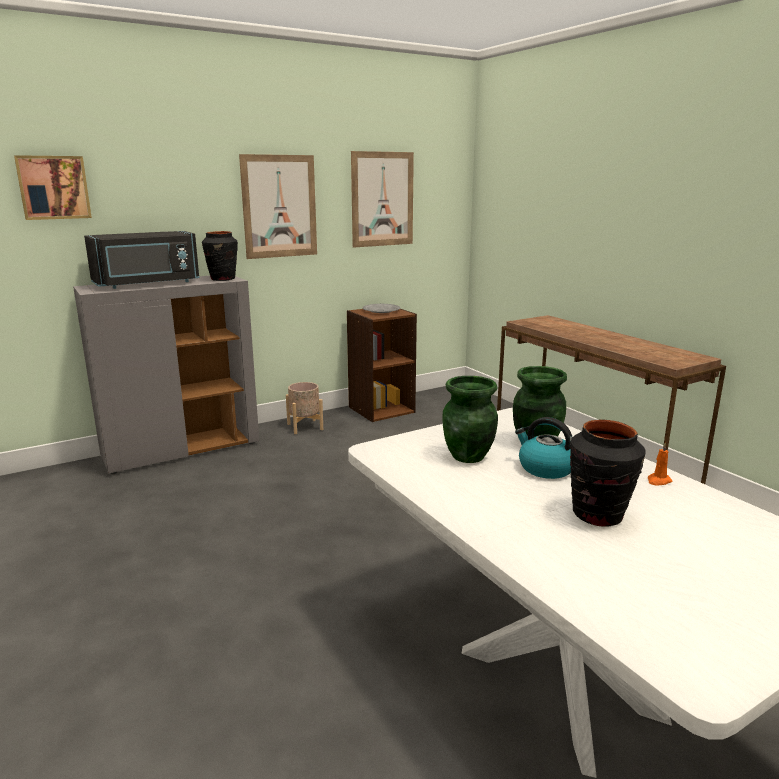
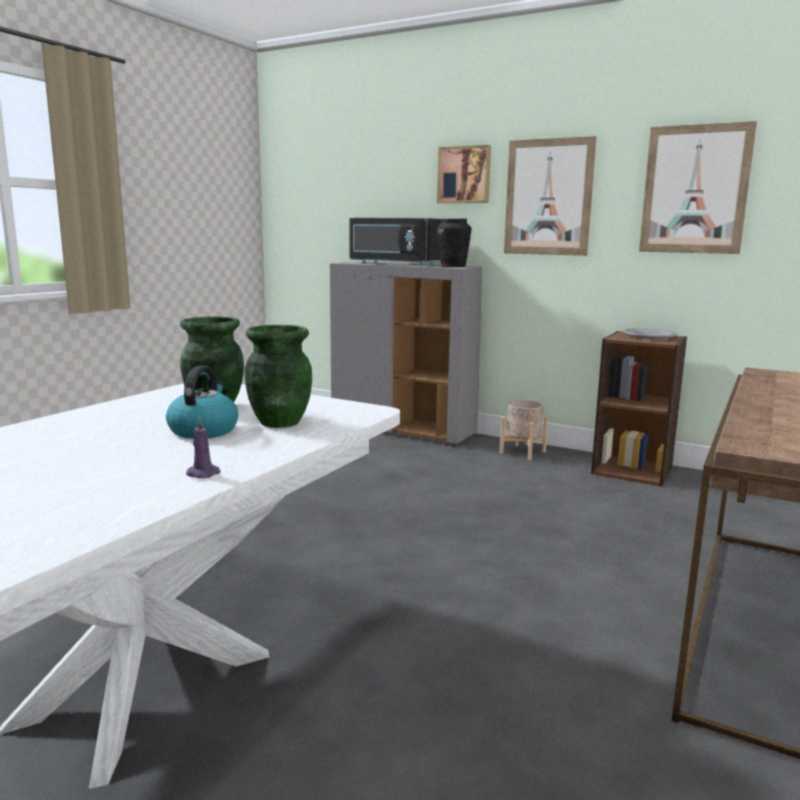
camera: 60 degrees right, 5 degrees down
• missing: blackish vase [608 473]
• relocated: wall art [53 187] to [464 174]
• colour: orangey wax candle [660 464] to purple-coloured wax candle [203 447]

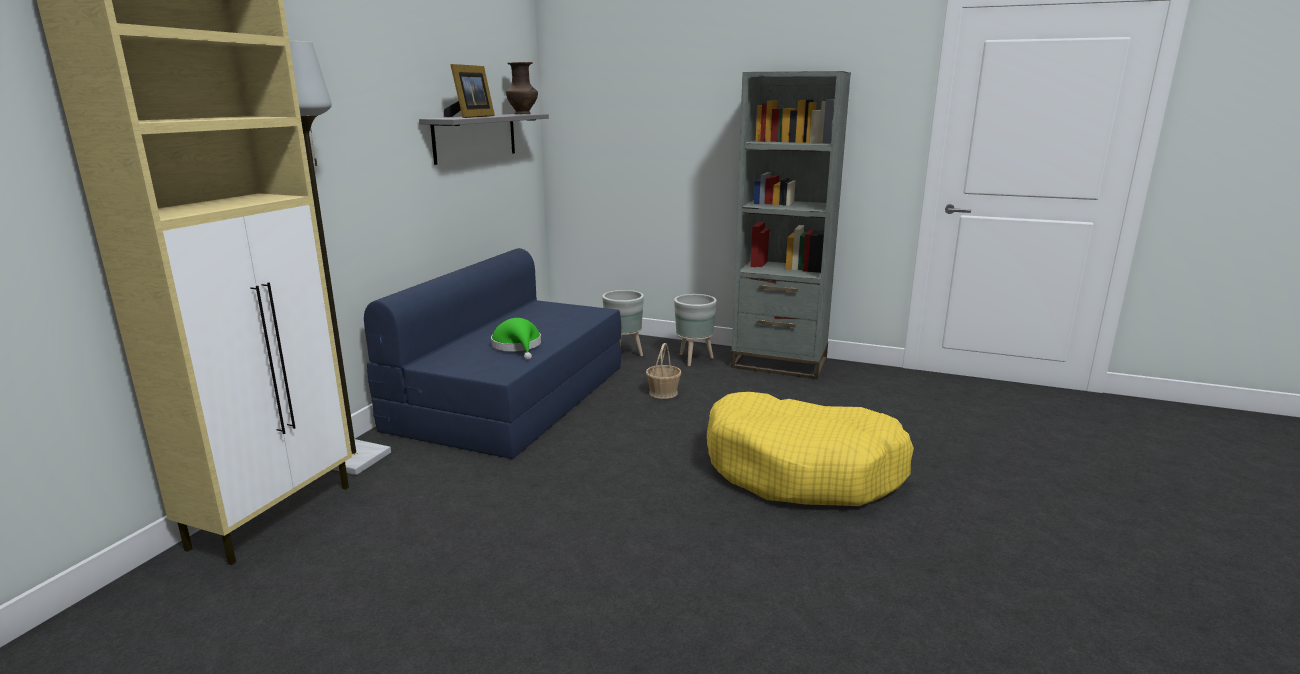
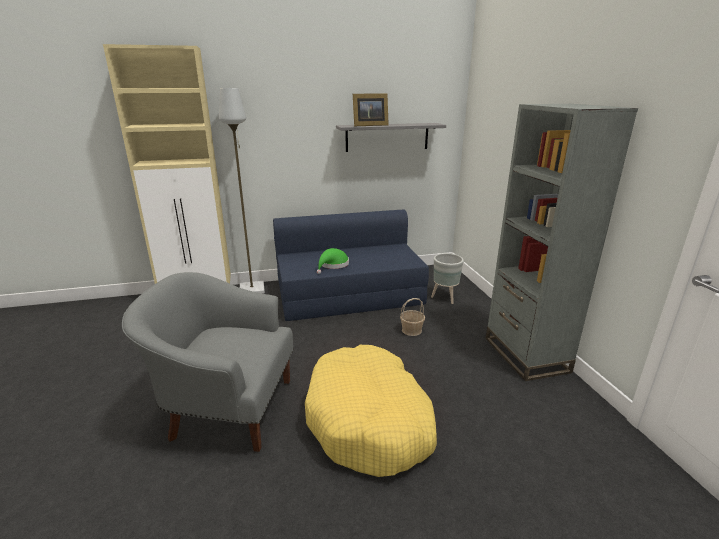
camera: 55 degrees right, 5 degrees up
• missing: brown vase [522 88]
• missing: gray plant pot [695 330]
• appeared: gray armchair [208 362]

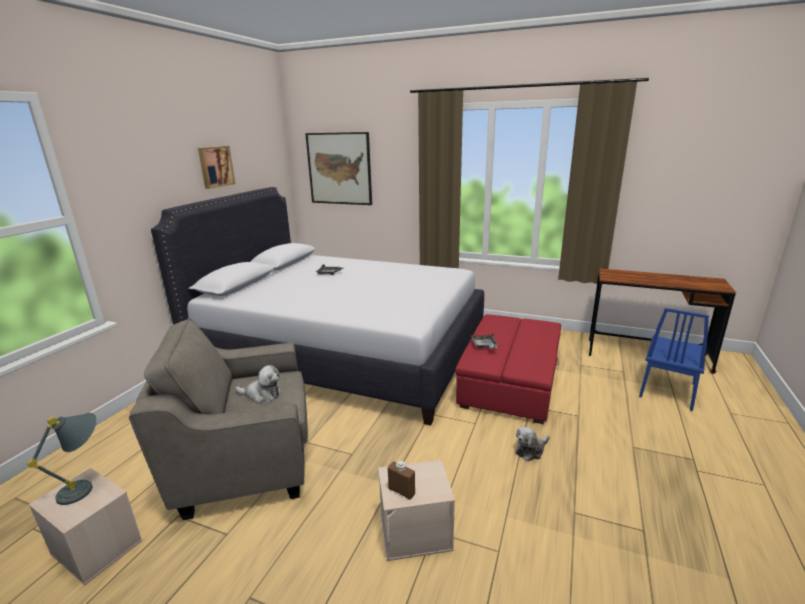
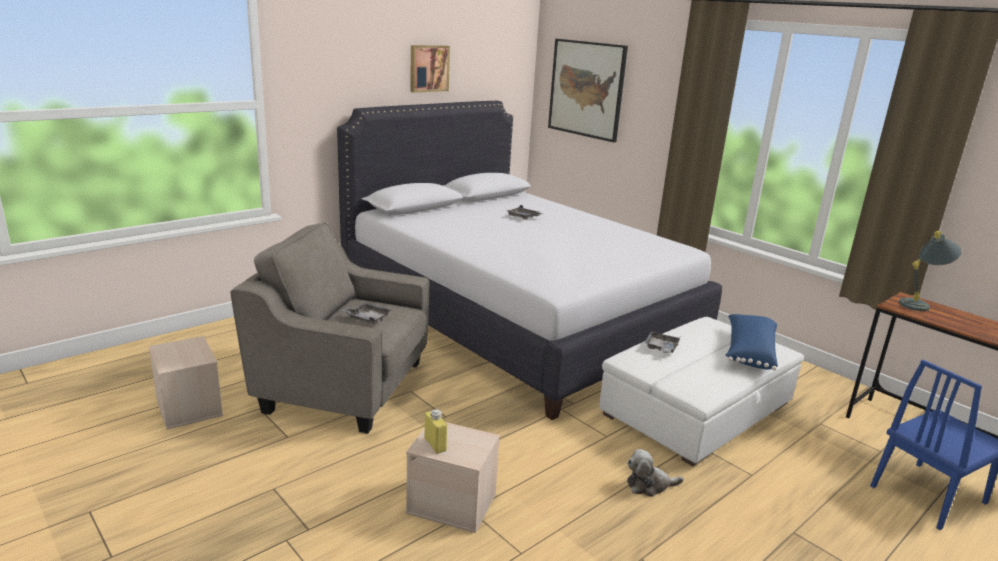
camera: 25 degrees right, 0 degrees up
• appeared: blue-coloured throw pillow [752 342]
• relocated: gray lamp for a table [62 459] to [930 271]
• exchanged: plush toy [258 384] to gray serving tray [366 313]
• colour: brown beverage bottle [401 480] to yellowish beverage bottle [435 431]
• colour: reddish ottoman [508 369] to white-coloured ottoman [701 391]

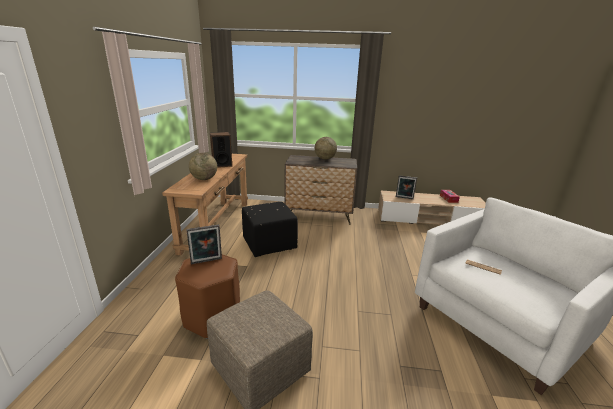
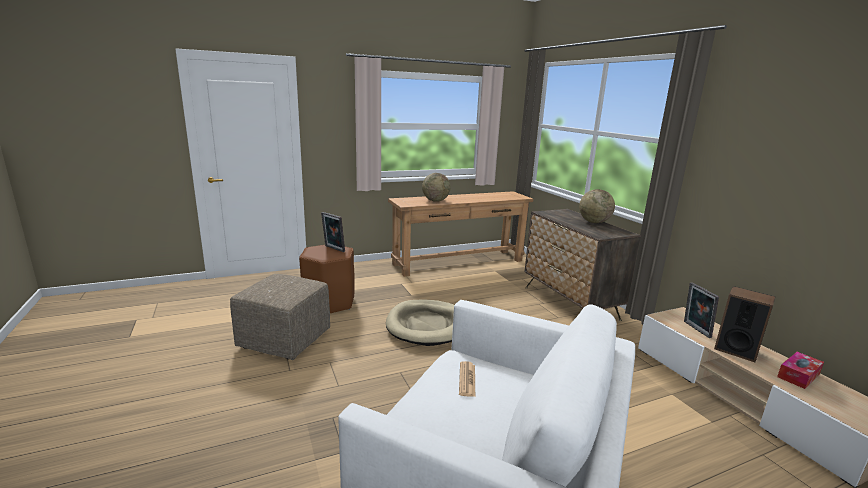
camera: 60 degrees right, 5 degrees down
• missing: blackish ottoman [270 229]
• appeared: beige-coloured dog cushion [420 323]
• relocated: audio speaker [221 150] to [744 324]

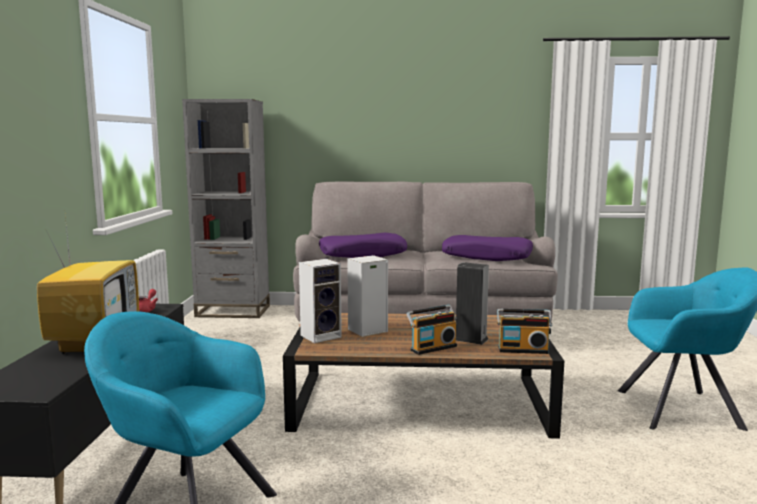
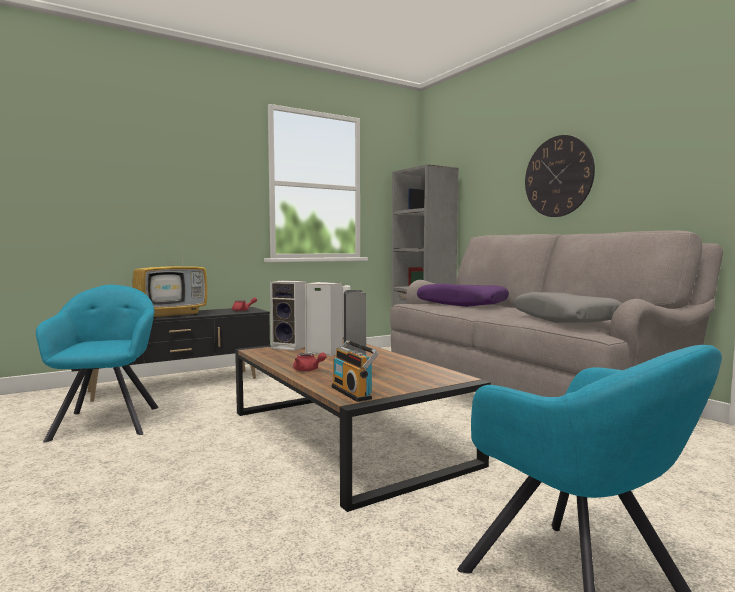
camera: 55 degrees right, 5 degrees down
• appeared: clock on the wall [560 176]
• exchanged: radio receiver [431 330] to reddish teapot [309 361]
• colour: purple-coloured throw pillow [487 248] to gray throw pillow [568 307]

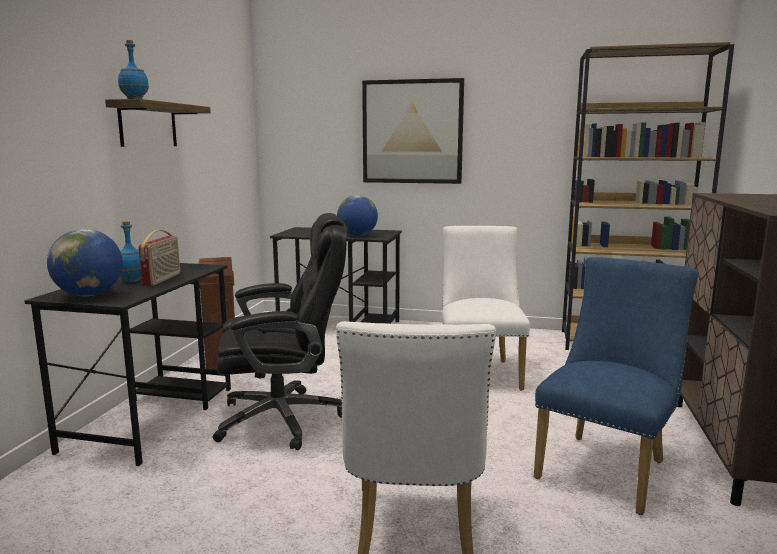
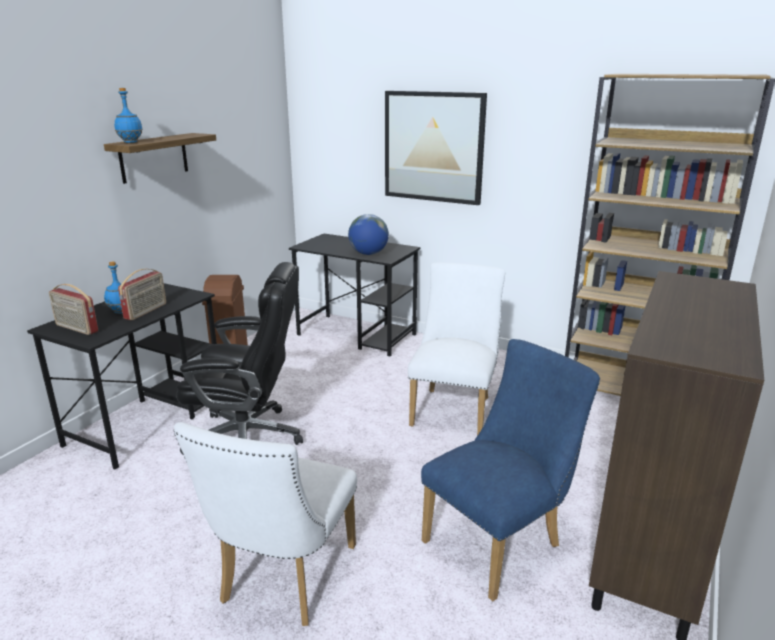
camera: 15 degrees right, 10 degrees up
• exchanged: globe [85 262] to radio receiver [73 309]

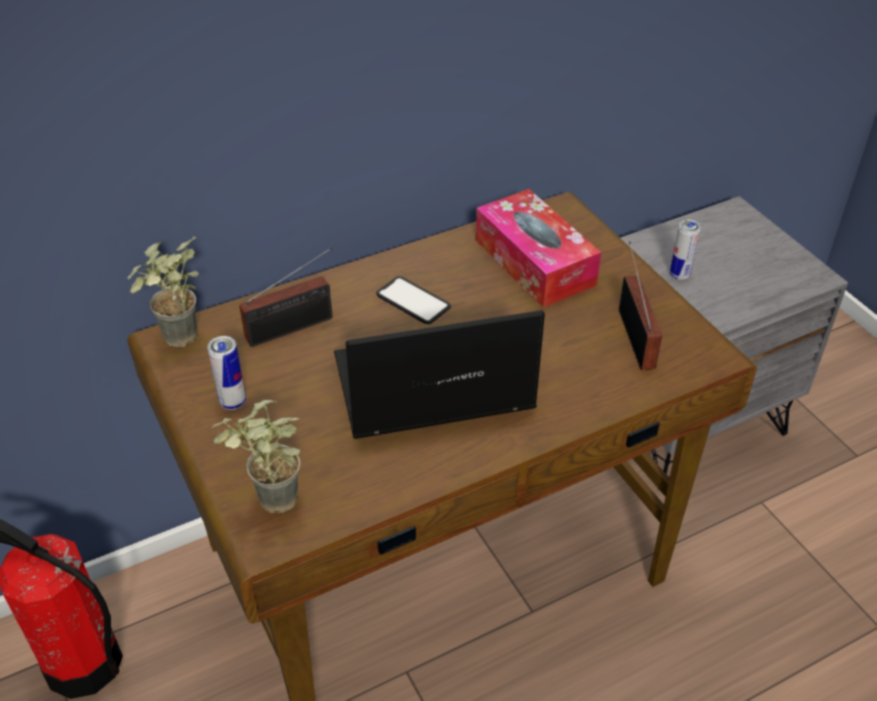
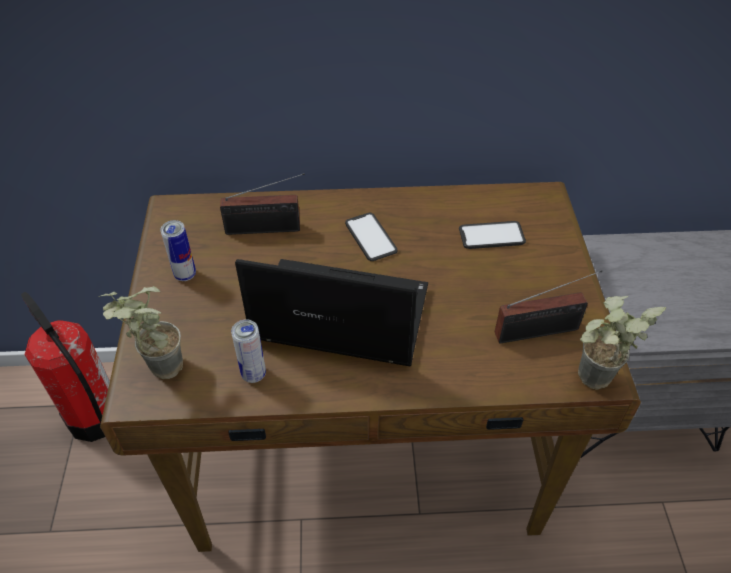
camera: 25 degrees right, 5 degrees up
• relocated: potted plant [163 292] to [622 343]
• relocated: metal can [685 250] to [248 351]
• exchanged: tissue holder [538 248] to phone [492 235]
• spun: radio receiver [640 305] = [548 306] 60 degrees clockwise

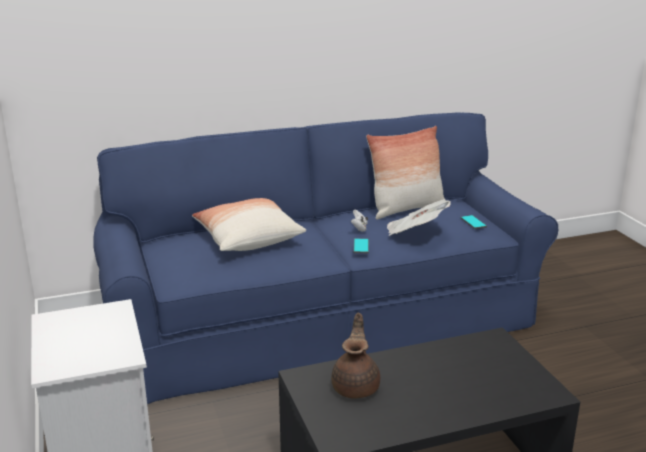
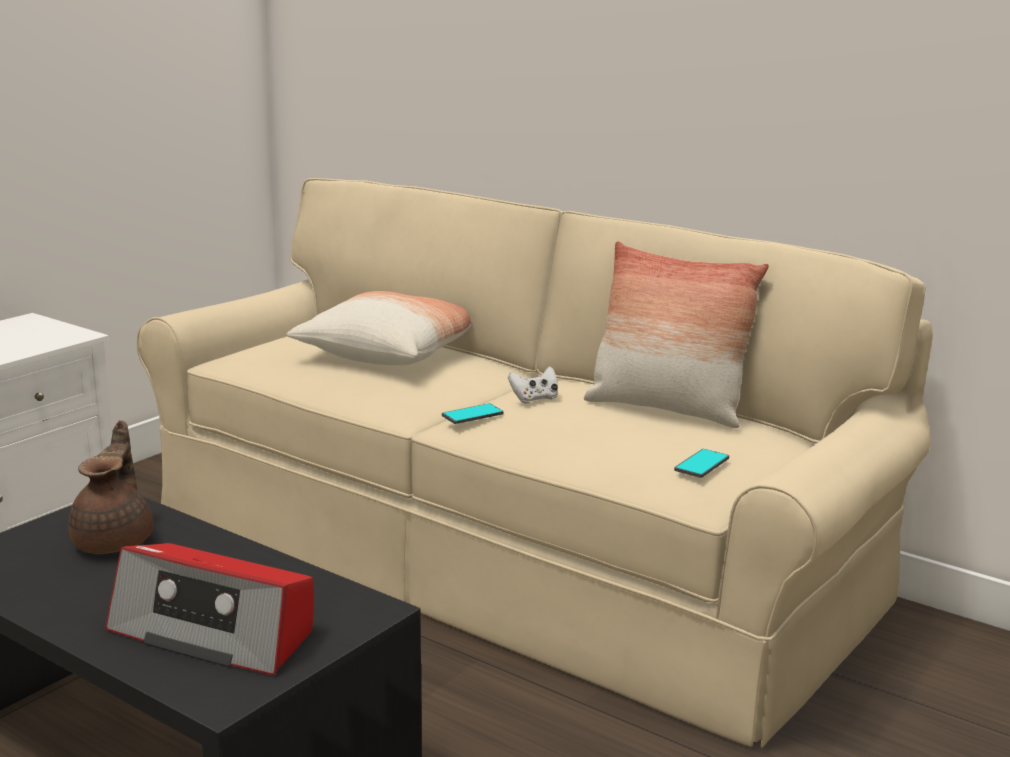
camera: 55 degrees right, 5 degrees down
• missing: printed paper [419 217]
• appeared: radio receiver [209 609]
• colour: blue-coloured couch [325 258] to beige-coloured couch [535 463]
• spun: brown teapot [355 356] = [110 487] 60 degrees counterclockwise

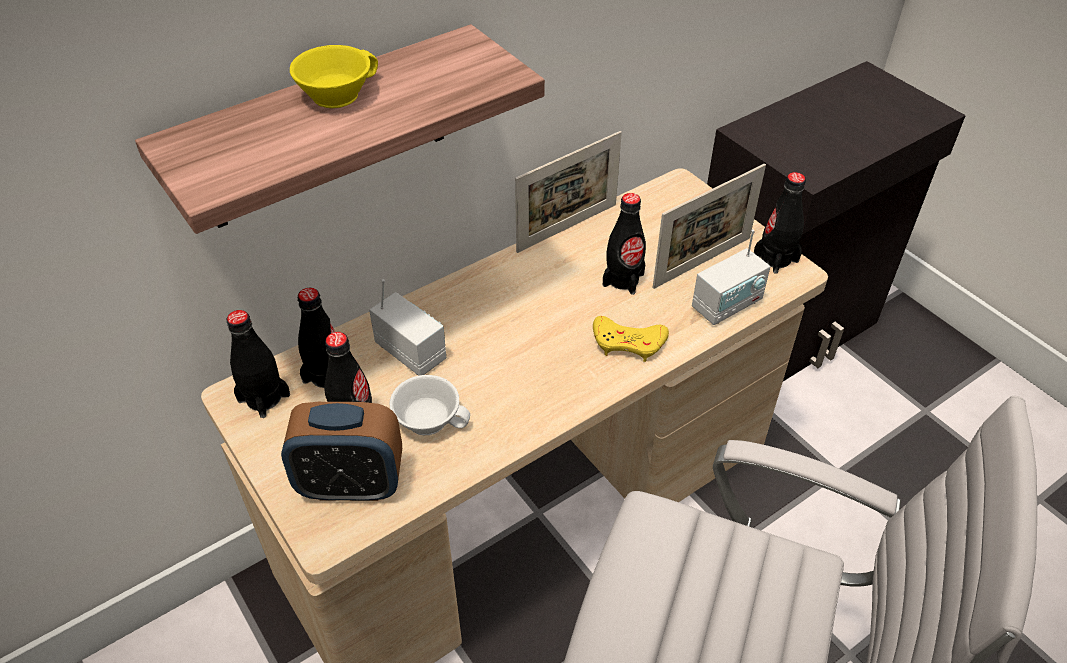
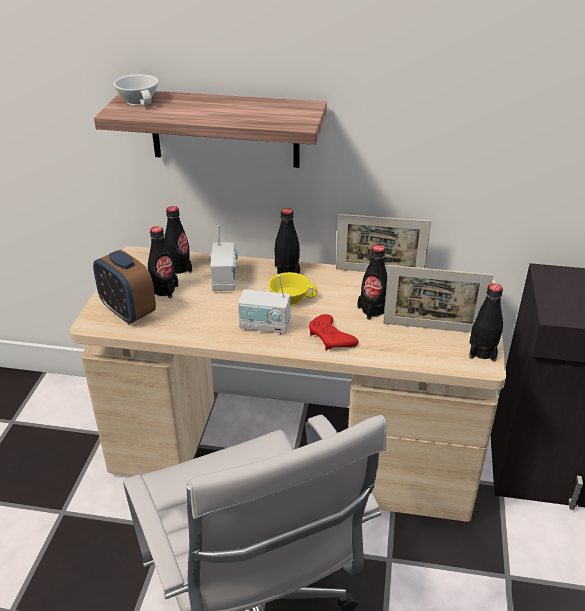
camera: 45 degrees right, 10 degrees down
• relocated: blackish beverage bottle [258 364] to [287 241]
• relocated: yellowish cup [334 76] to [292 289]
• relocated: white-coloured cup [429 405] to [136 90]
• relocated: radio receiver [731 277] to [264 304]
• colour: yellowish gamepad [631 339] to reddish gamepad [333 332]

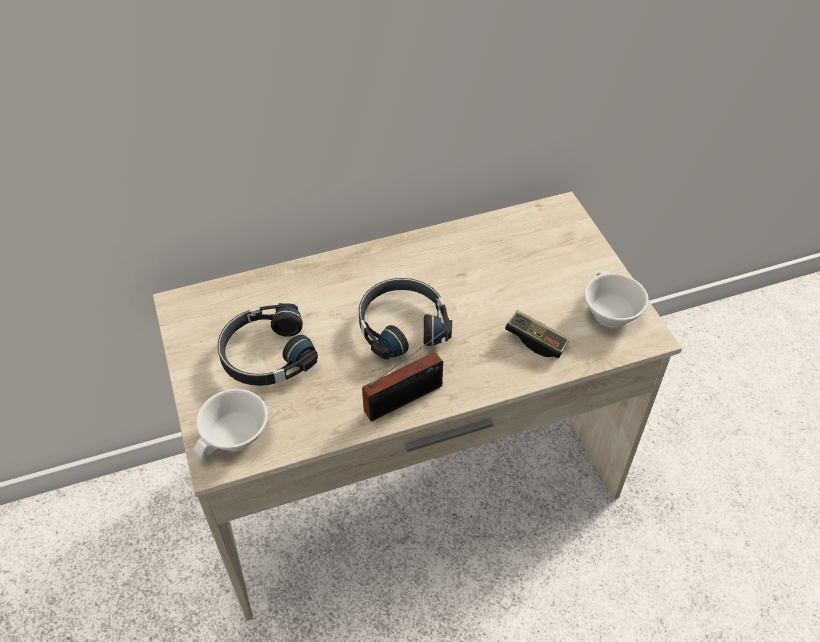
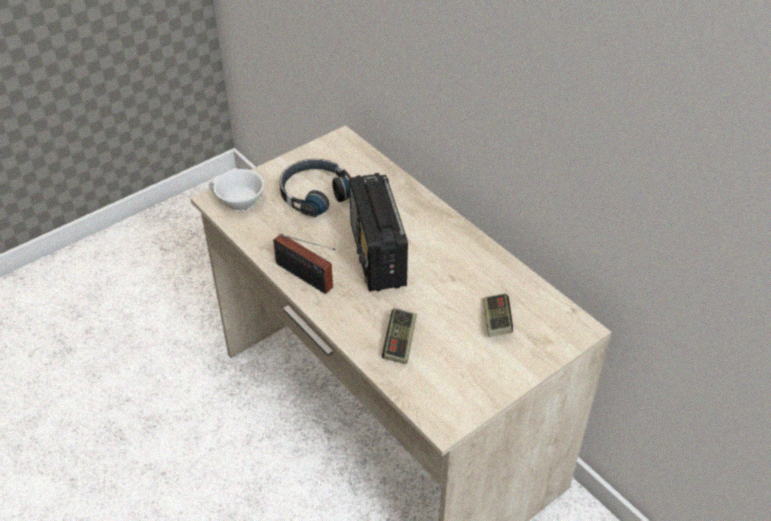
camera: 70 degrees right, 5 degrees down
• missing: white-coloured cup [616 299]
• appeared: gamepad [498 315]
• exchanged: blackish headphones [405 319] to radio receiver [378 232]

